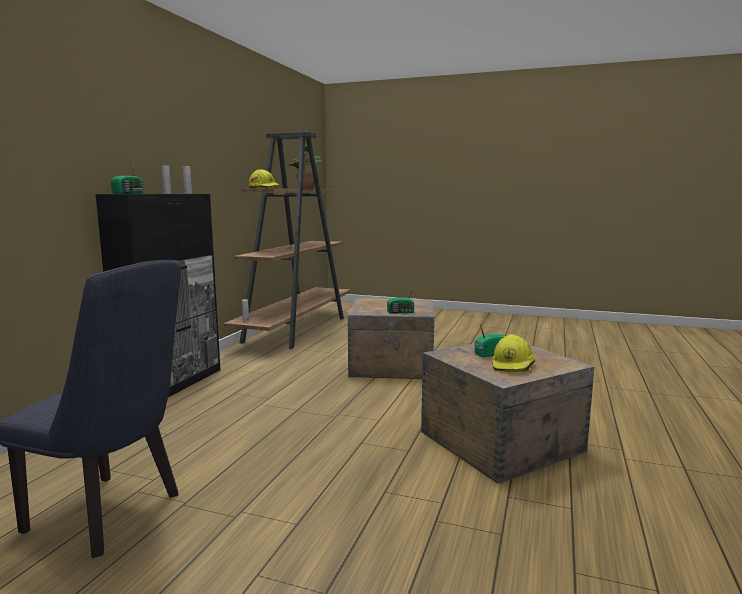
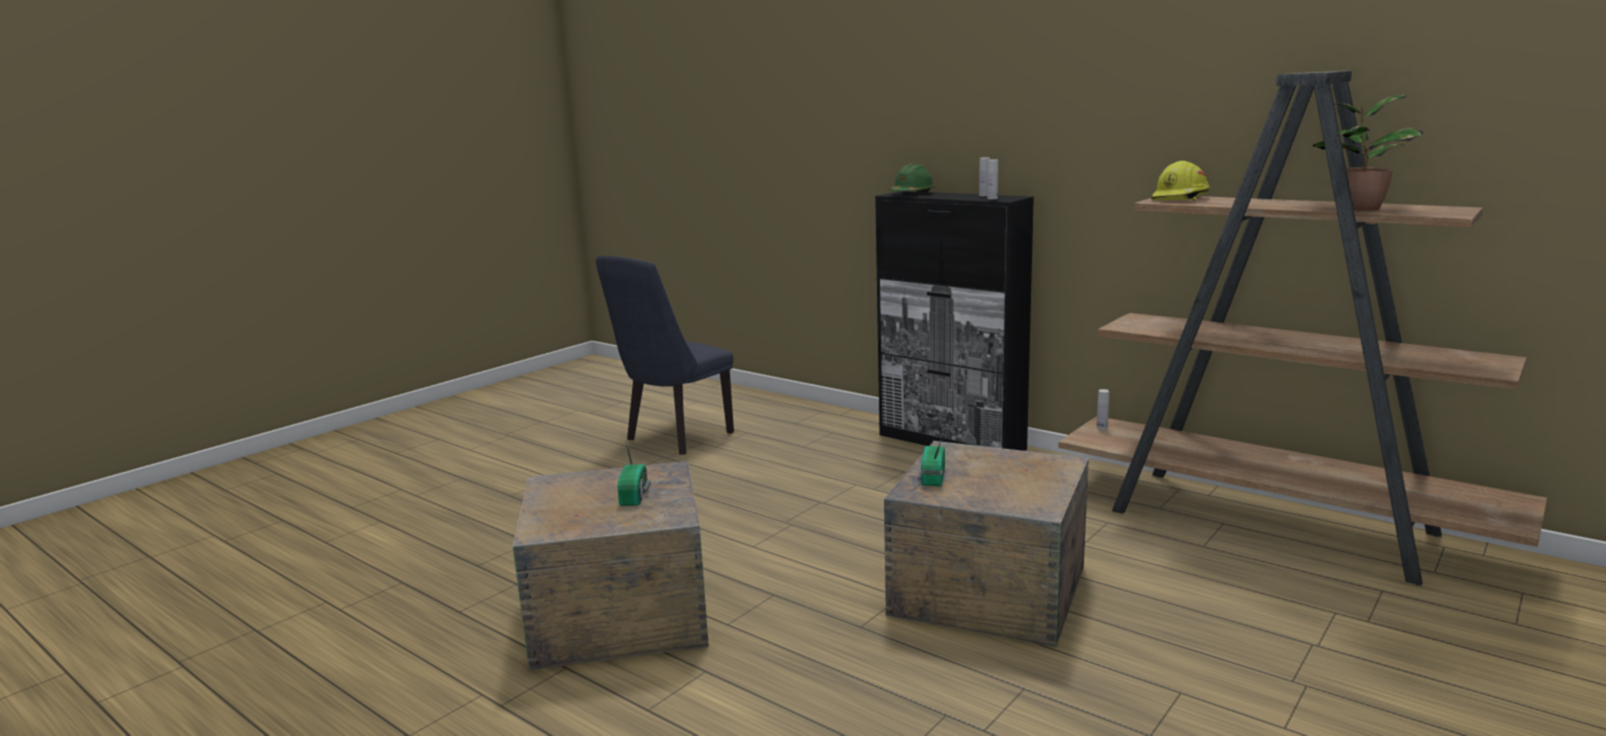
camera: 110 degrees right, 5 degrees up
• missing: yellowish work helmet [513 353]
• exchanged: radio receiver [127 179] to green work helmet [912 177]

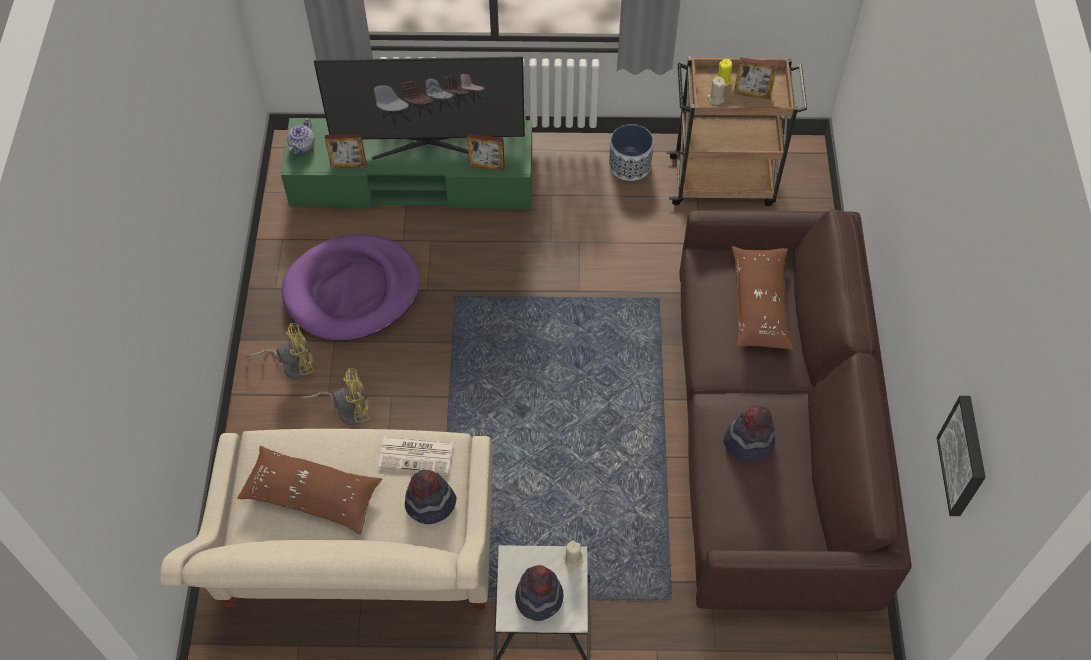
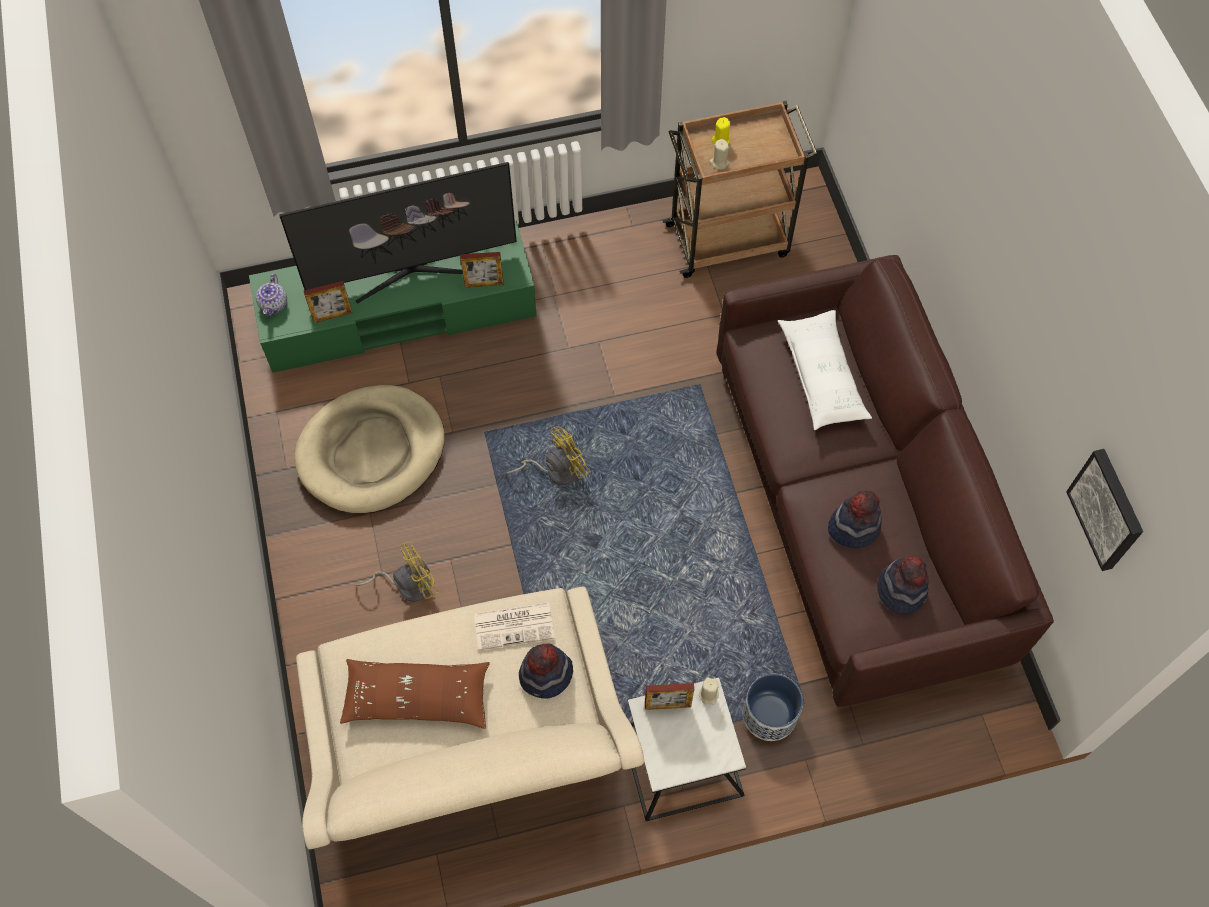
camera: 15 degrees left, 5 degrees up
• relocated: yellowish fan [280 351] to [548 456]
• relocated: wearable hat [539 593] to [903 585]
• relocated: plant pot [631 152] to [773 707]
• relocated: photo frame [756 78] to [669 696]
• colour: purple-coloured dog cushion [351 287] to beige-coloured dog cushion [369 449]
• colour: brown throw pillow [763 298] to white-coloured throw pillow [825 370]

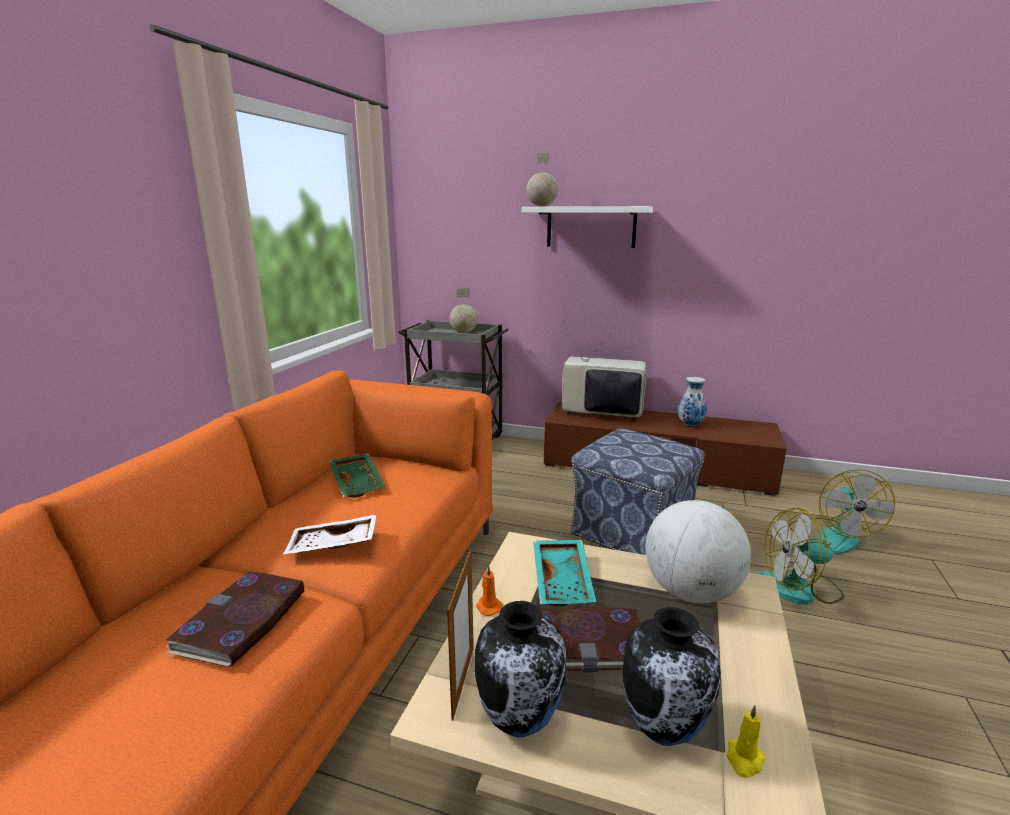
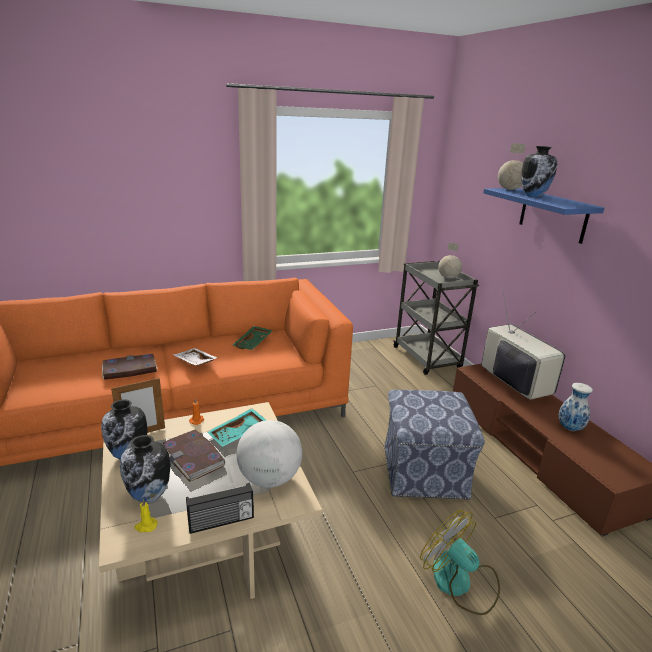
camera: 50 degrees right, 5 degrees up
• missing: fan [842 511]
• appeared: radio receiver [220 508]
• appeared: vase [539 171]
• colour: white-coloured bracket shelf [587 227] to blue-coloured bracket shelf [543 216]

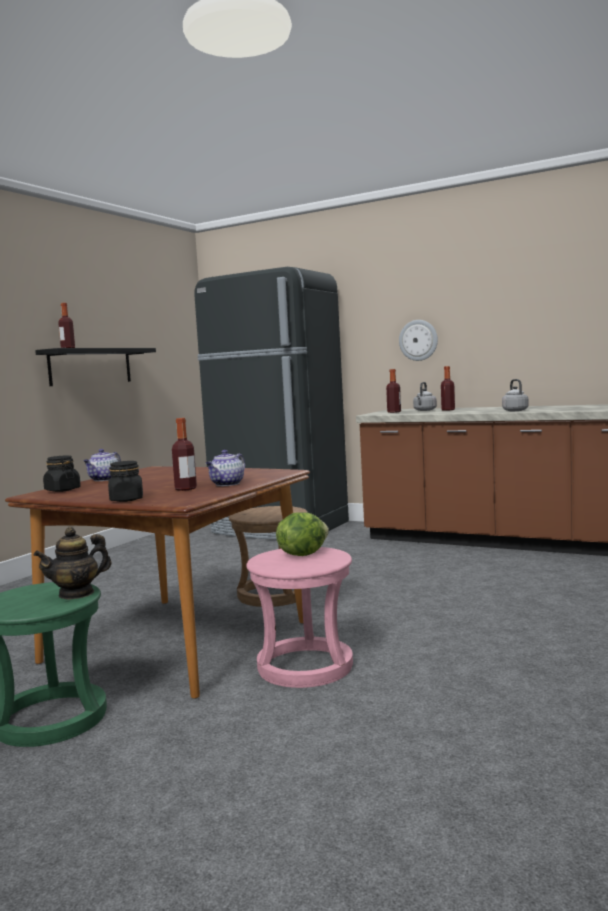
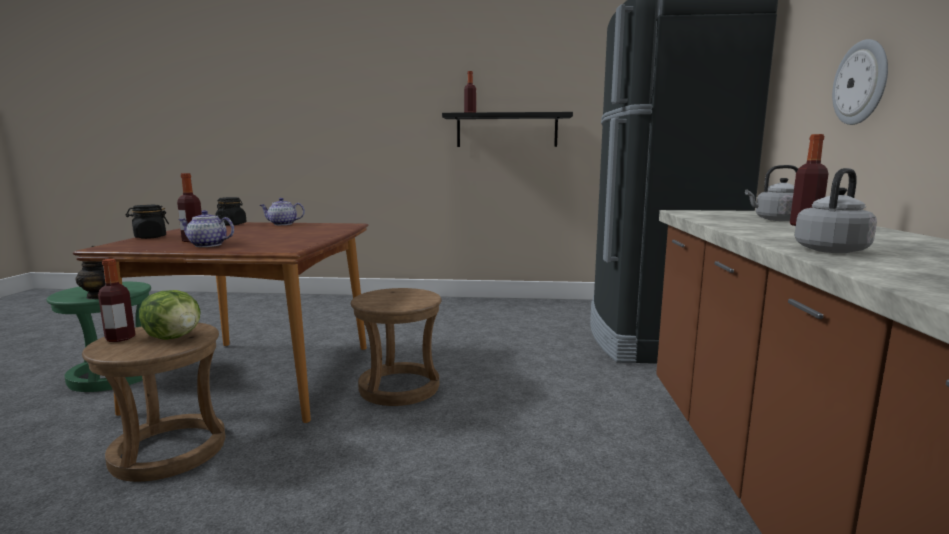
camera: 65 degrees right, 5 degrees up
• relocated: beverage bottle [393 391] to [117 300]
• colour: pink-coloured stool [299 617] to brown stool [153 402]

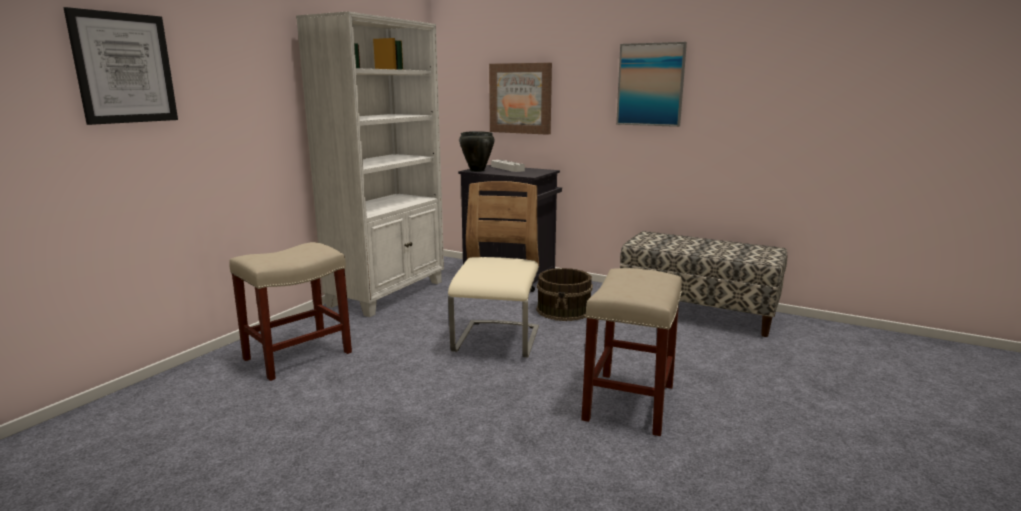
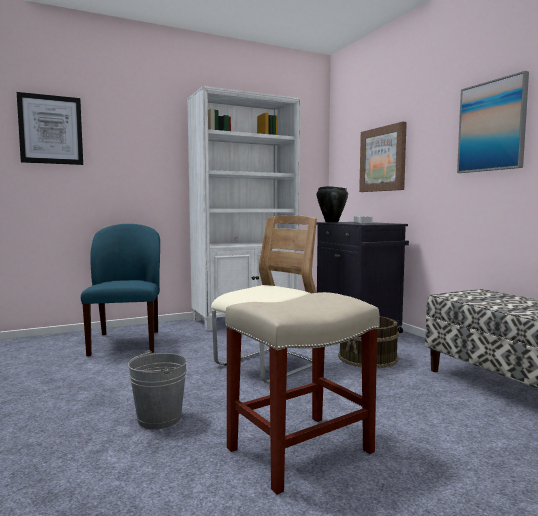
camera: 35 degrees right, 10 degrees down
• appeared: gray pail [157 389]
• exchanged: beige-coloured stool [290 311] to blue-coloured upright chair [120 290]

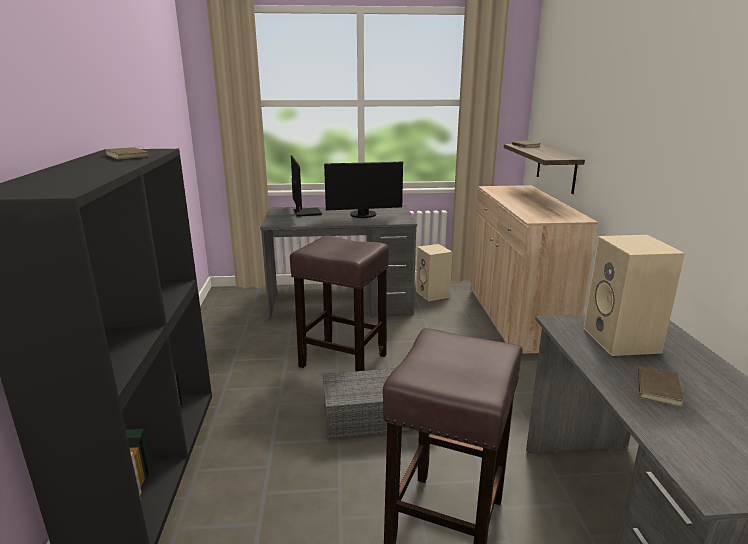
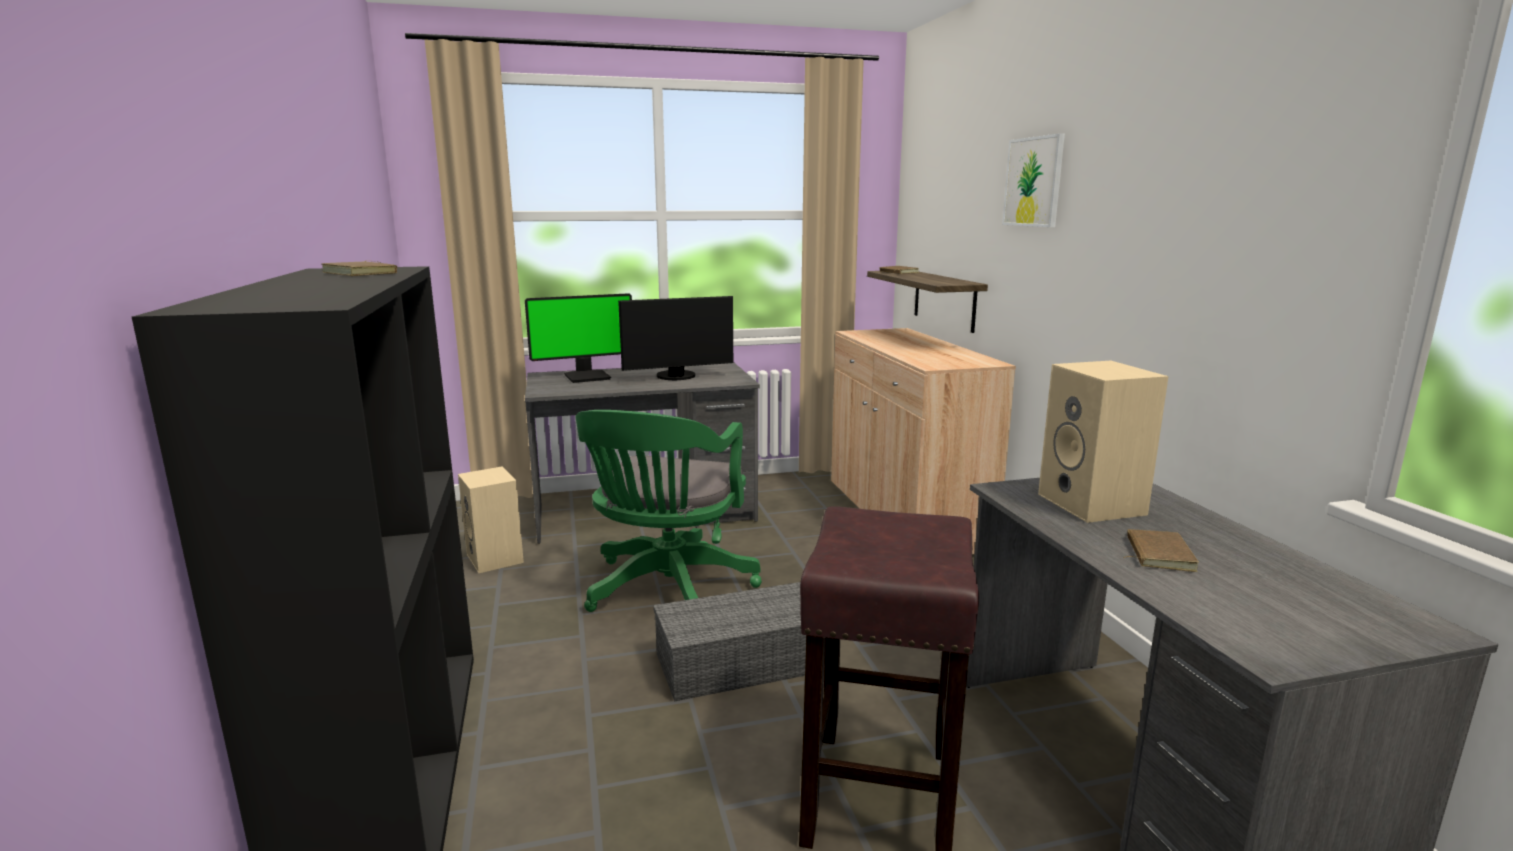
camera: 10 degrees left, 5 degrees down
• appeared: wall art [1033 180]
• relocated: beige-coloured audio speaker [434 272] to [491 519]
• exchanged: brown stool [339 303] to green office chair [669 511]
• spun: computer screen [306 186] = [578 338] 90 degrees clockwise

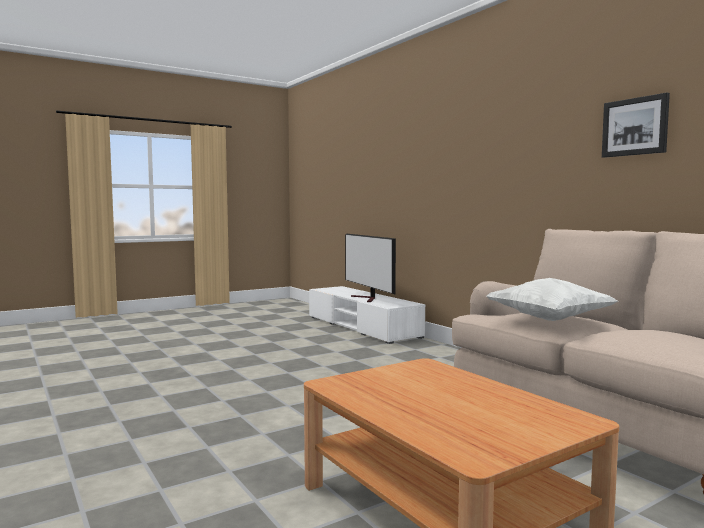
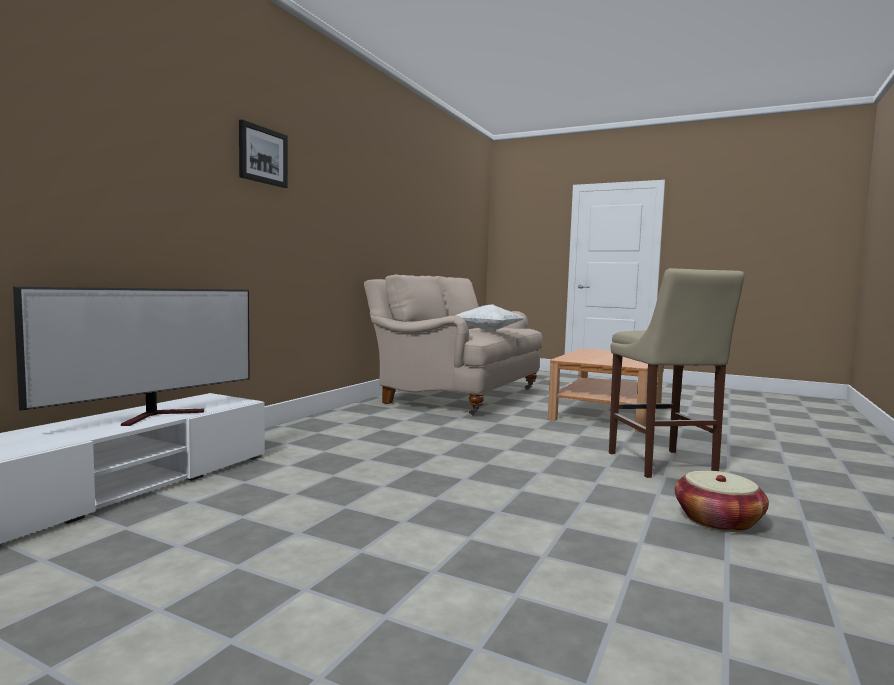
camera: 120 degrees left, 0 degrees up
• appeared: beige-coloured stool [677 373]
• appeared: basket [722 501]
• relocated: wall art [636 125] to [263 153]

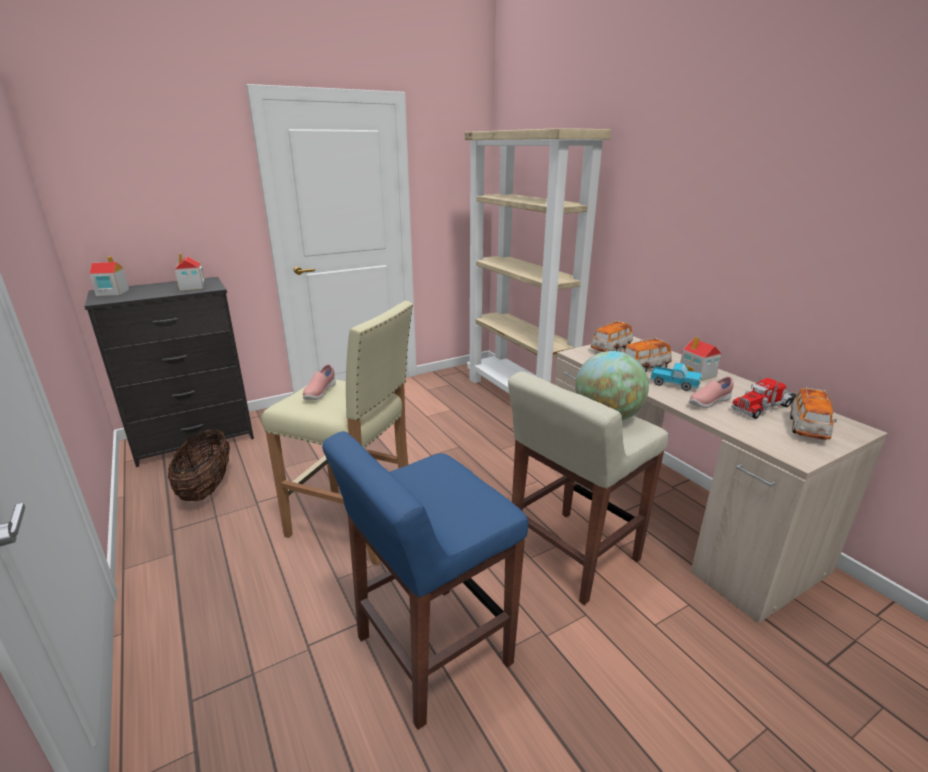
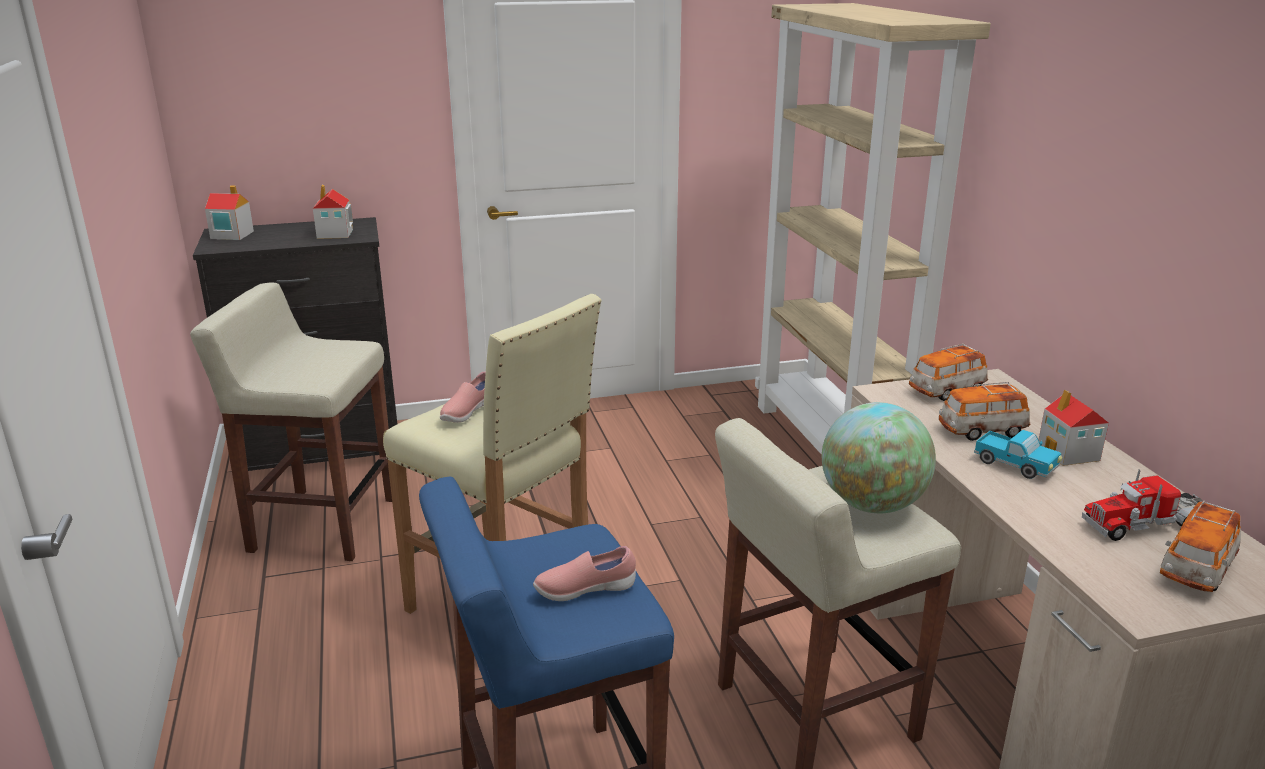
camera: 15 degrees right, 0 degrees up
• relocated: pink-coloured item of footwear [711 392] to [584 573]
• exchanged: basket [199 465] to beige-coloured stool [291 422]

